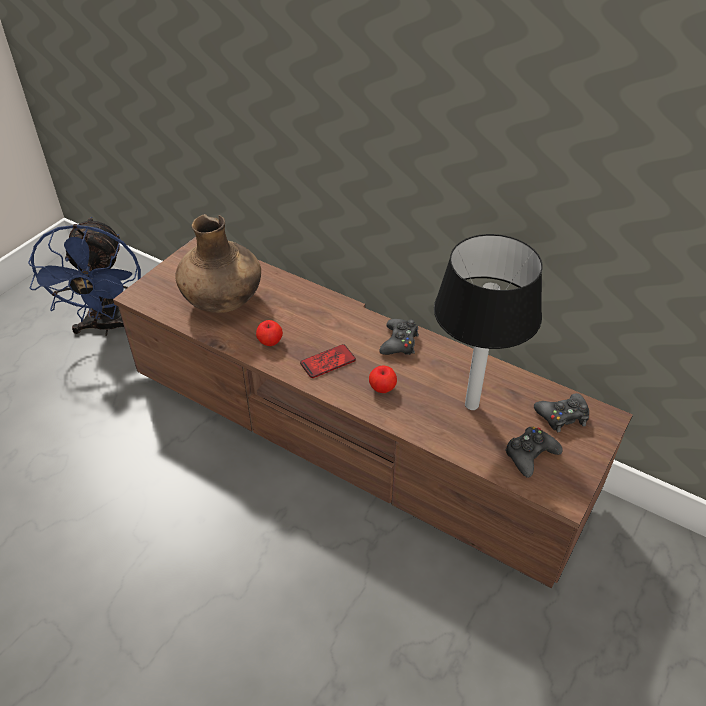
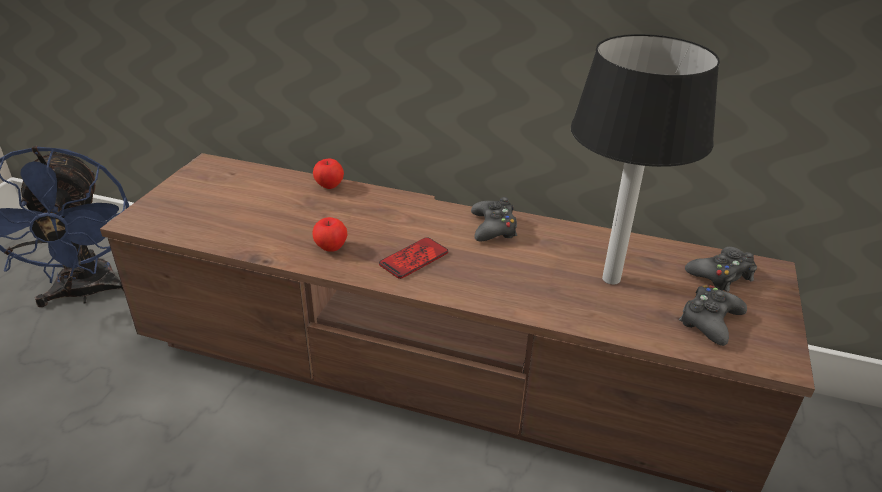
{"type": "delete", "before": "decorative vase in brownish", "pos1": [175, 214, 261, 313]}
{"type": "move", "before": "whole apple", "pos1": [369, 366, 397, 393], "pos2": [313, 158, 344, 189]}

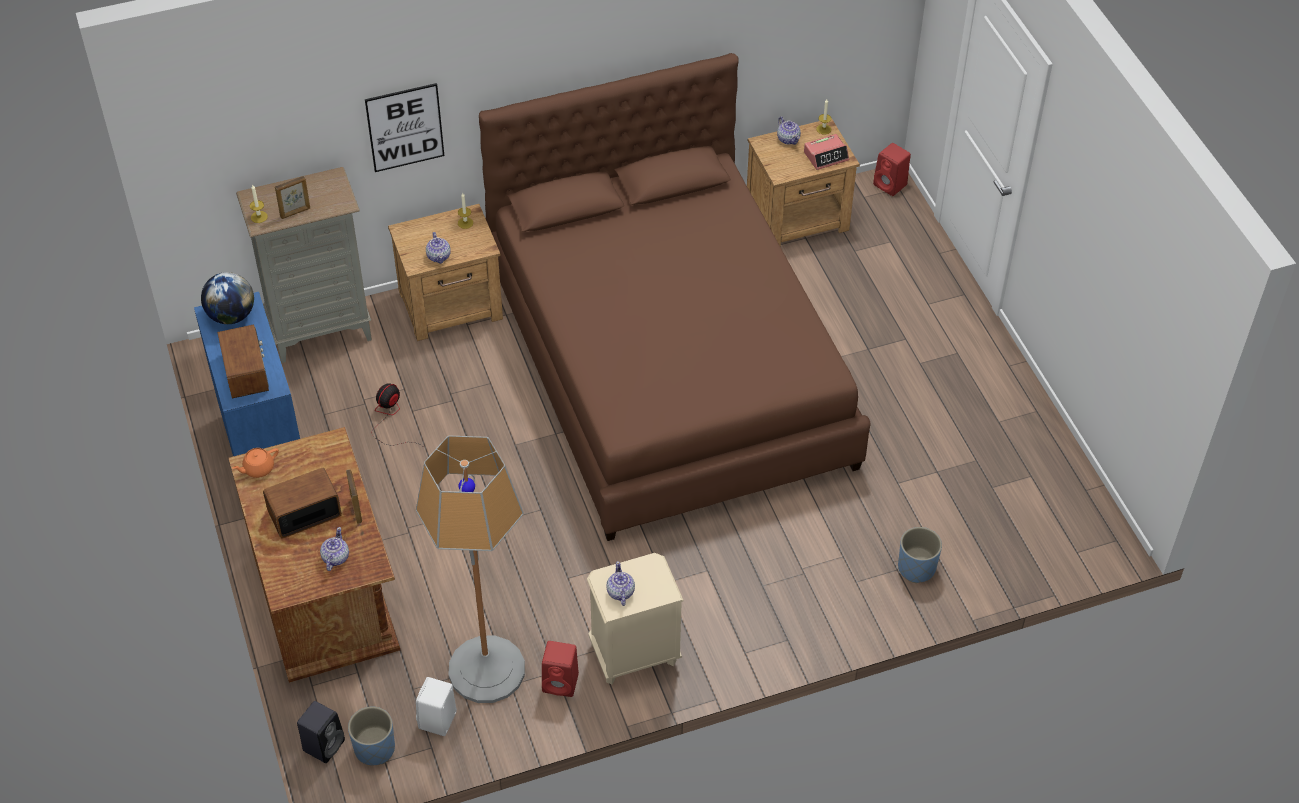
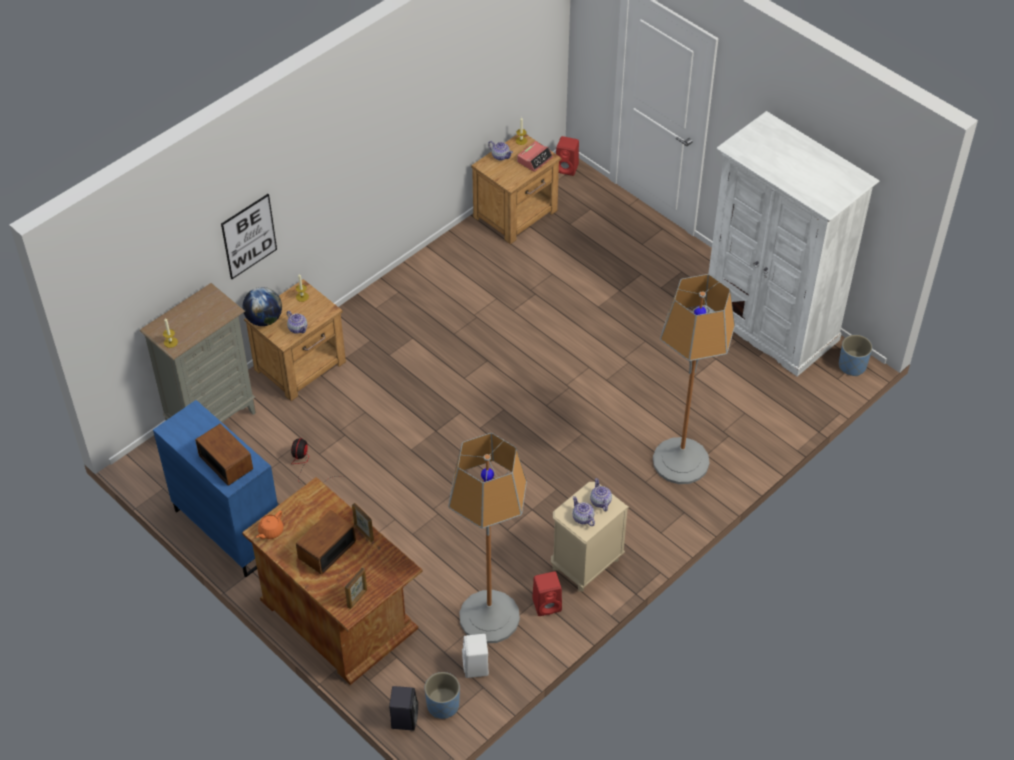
{"type": "delete", "before": "bedroom bed in brownish", "pos1": [479, 53, 870, 541]}
{"type": "move", "before": "photo frame", "pos1": [275, 176, 310, 219], "pos2": [345, 567, 367, 609]}
{"type": "move", "before": "world globe", "pos1": [201, 272, 254, 324], "pos2": [243, 287, 282, 326]}
{"type": "move", "before": "tea pot", "pos1": [320, 527, 349, 571], "pos2": [590, 478, 612, 511]}
{"type": "move", "before": "planter in blue", "pos1": [898, 527, 942, 583], "pos2": [839, 335, 872, 376]}
{"type": "insert", "after": "clothes cupboard in white-coloured", "pos2": [702, 111, 879, 377]}
{"type": "insert", "after": "floor lamp", "pos2": [653, 274, 735, 484]}

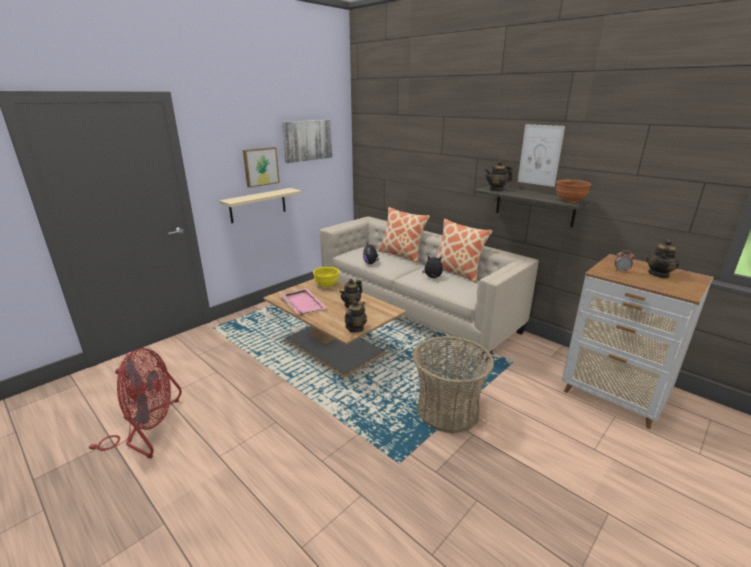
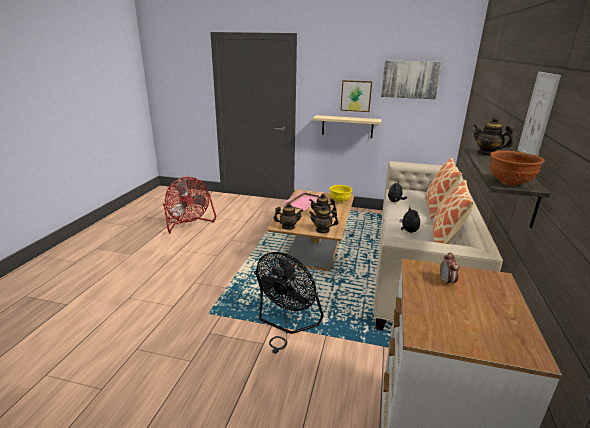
{"type": "move", "before": "tea pot", "pos1": [646, 239, 680, 278], "pos2": [309, 205, 339, 233]}
{"type": "replace", "before": "storage basket", "after": "cooling fan in black-coloured", "pos1": [413, 336, 494, 434], "pos2": [254, 252, 323, 354]}

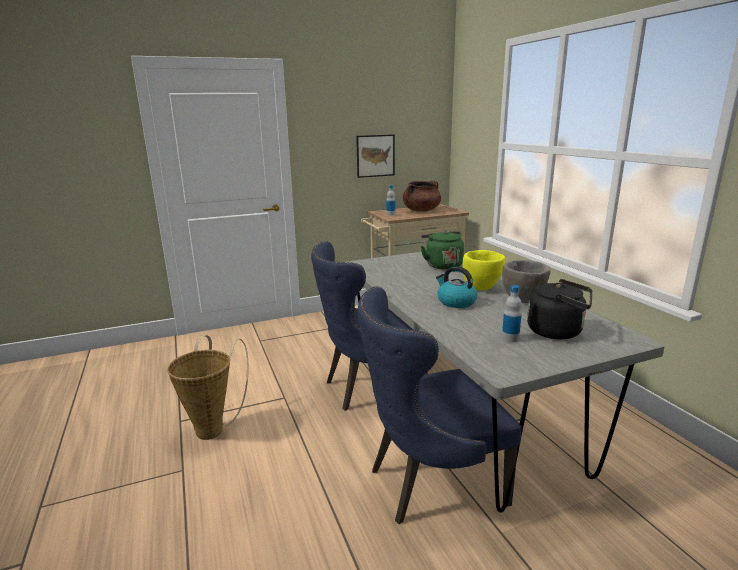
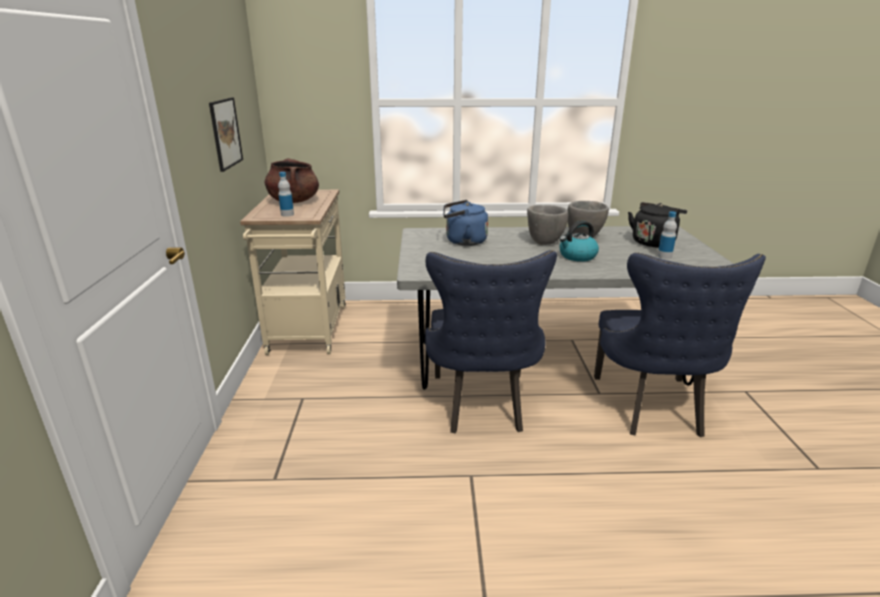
{"type": "recolor", "before": "kettle in green", "after": "kettle in blue", "pos1": [421, 231, 464, 270], "pos2": [443, 200, 488, 246]}
{"type": "recolor", "before": "deep dish in yellow", "after": "deep dish in gray", "pos1": [463, 250, 505, 290], "pos2": [527, 205, 568, 245]}
{"type": "delete", "before": "storage basket", "pos1": [167, 335, 249, 440]}

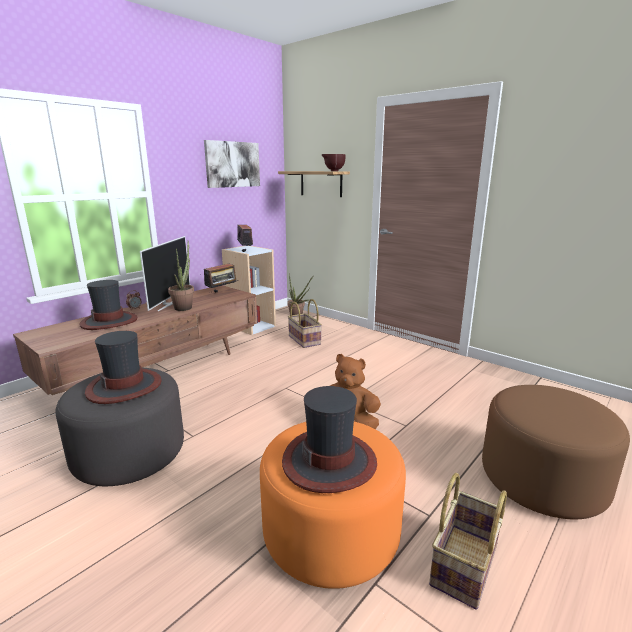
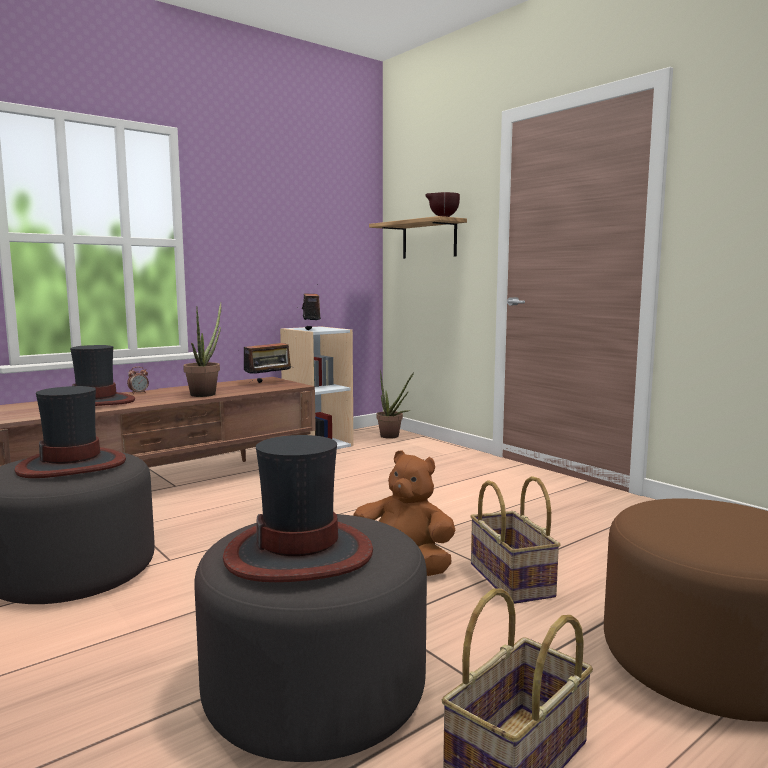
{"type": "delete", "before": "wall art", "pos1": [204, 140, 260, 188]}
{"type": "delete", "before": "TV", "pos1": [140, 236, 190, 311]}
{"type": "move", "before": "storage basket", "pos1": [288, 299, 322, 348], "pos2": [470, 476, 561, 604]}
{"type": "recolor", "before": "ottoman in orange-coloured", "after": "ottoman in gray", "pos1": [260, 421, 406, 589], "pos2": [195, 514, 427, 762]}

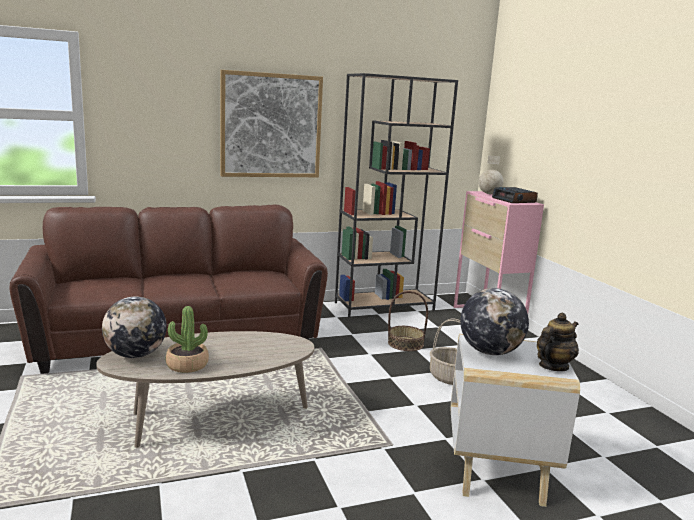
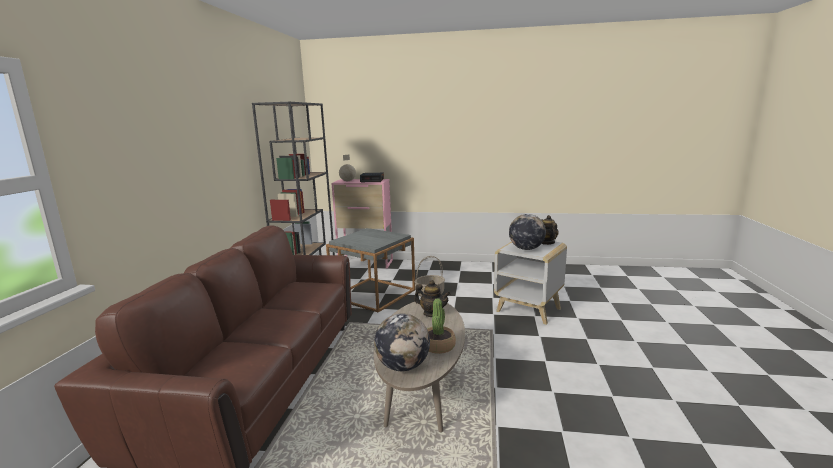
{"type": "delete", "before": "wall art", "pos1": [220, 70, 323, 177]}
{"type": "replace", "before": "storage basket", "after": "end table in gray", "pos1": [388, 291, 428, 351], "pos2": [326, 228, 415, 312]}
{"type": "insert", "after": "tea pot", "pos2": [414, 280, 451, 317]}

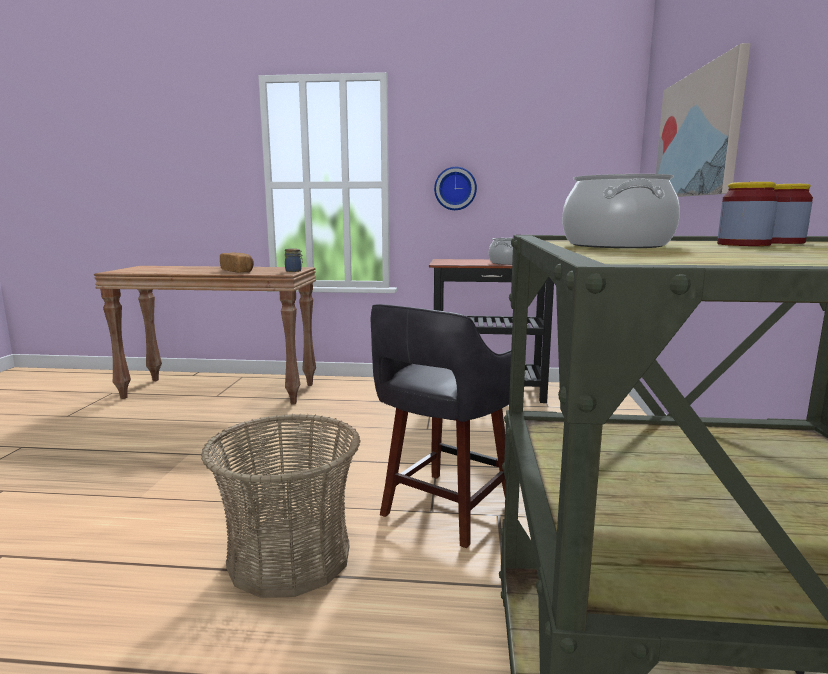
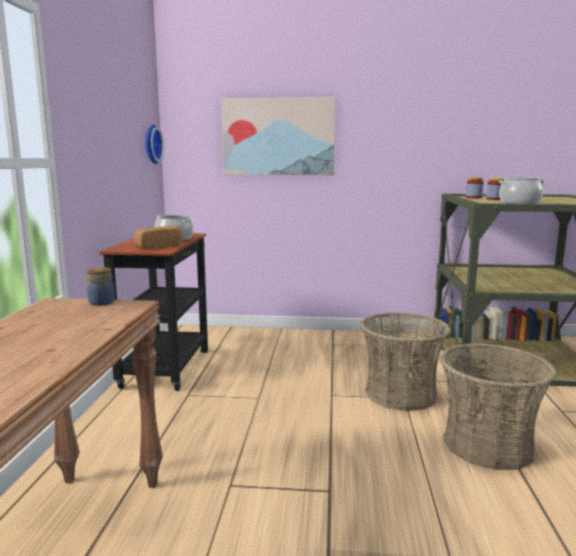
{"type": "move", "before": "clock on the wall", "pos1": [434, 167, 477, 210], "pos2": [145, 125, 164, 164]}
{"type": "move", "before": "baked bread", "pos1": [220, 252, 254, 273], "pos2": [134, 226, 183, 249]}
{"type": "replace", "before": "stool in gray", "after": "storage basket", "pos1": [371, 304, 511, 548], "pos2": [360, 312, 451, 411]}

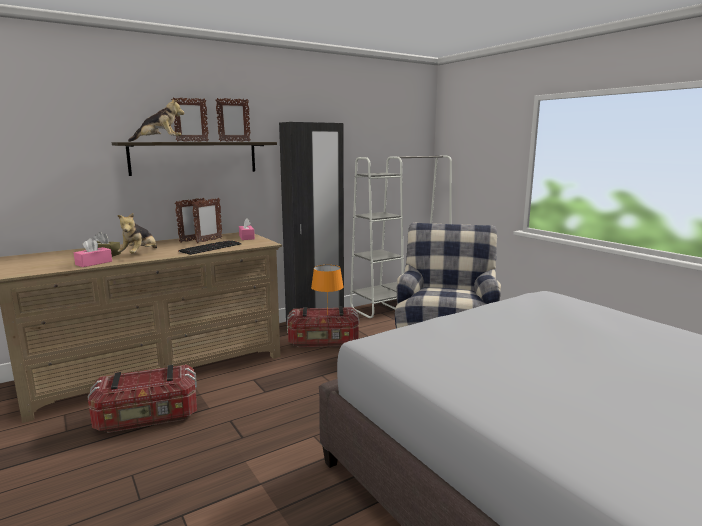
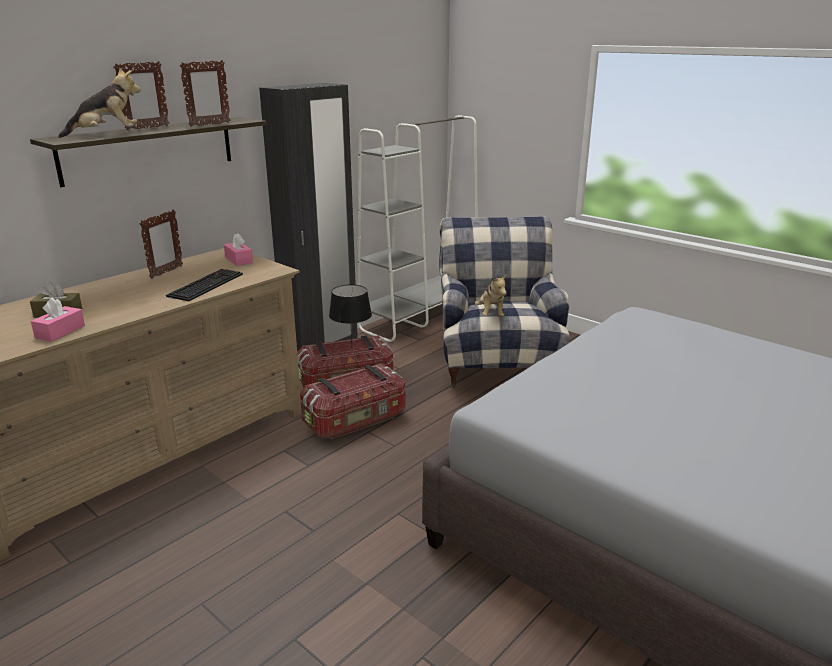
{"type": "delete", "before": "photo frame", "pos1": [192, 198, 223, 243]}
{"type": "move", "before": "soft toy", "pos1": [118, 213, 157, 254], "pos2": [475, 275, 507, 317]}
{"type": "recolor", "before": "tabletop lamp in orange-coloured", "after": "tabletop lamp in black-coloured", "pos1": [311, 265, 344, 312], "pos2": [329, 285, 372, 345]}
{"type": "move", "before": "storage container", "pos1": [88, 365, 197, 433], "pos2": [300, 364, 405, 439]}

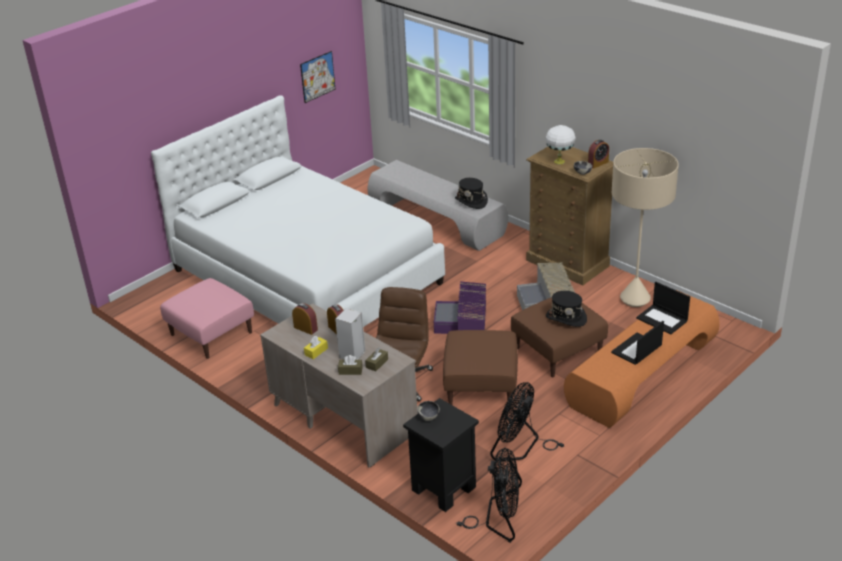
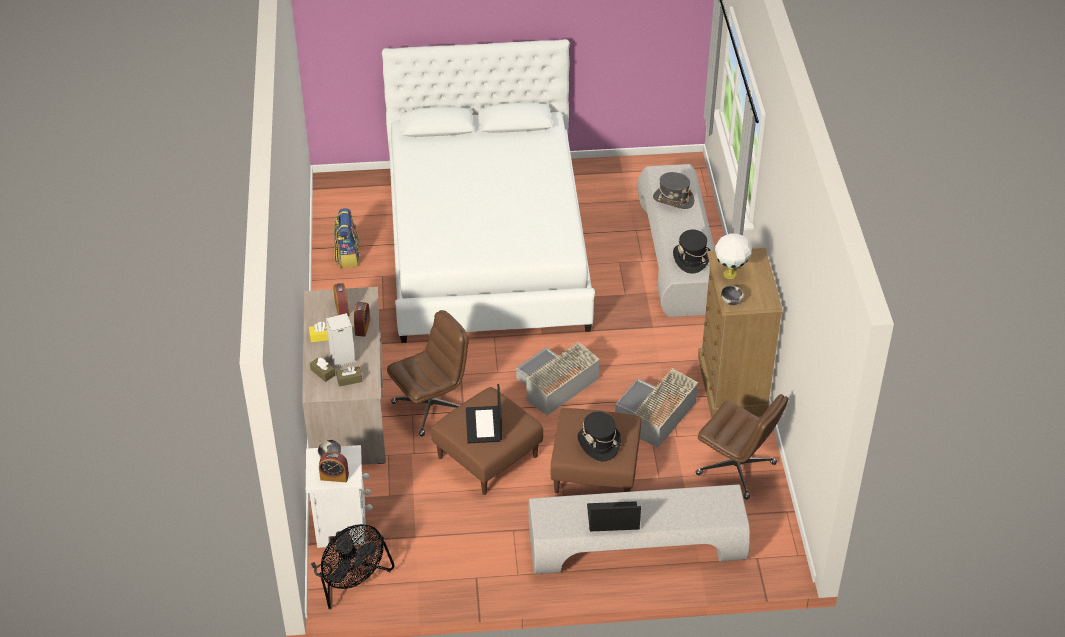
{"type": "delete", "before": "wall art", "pos1": [300, 51, 336, 103]}
{"type": "move", "before": "bedside clock", "pos1": [588, 140, 609, 168], "pos2": [319, 451, 349, 482]}
{"type": "replace", "before": "floor lamp in sand-coloured", "after": "computer chair in brownish", "pos1": [612, 148, 679, 307], "pos2": [696, 394, 788, 499]}
{"type": "replace", "before": "ottoman in pink-coloured", "after": "backpack", "pos1": [160, 278, 254, 359], "pos2": [334, 208, 359, 268]}
{"type": "recolor", "before": "storage container in purplish", "after": "storage container in gray", "pos1": [434, 281, 486, 334], "pos2": [516, 341, 600, 416]}
{"type": "move", "before": "laptop", "pos1": [636, 282, 690, 334], "pos2": [466, 384, 502, 443]}
{"type": "recolor", "before": "bench in orange-coloured", "after": "bench in gray", "pos1": [564, 290, 720, 428], "pos2": [528, 484, 750, 574]}
{"type": "delete", "before": "cooling fan in black-coloured", "pos1": [490, 382, 564, 462]}
{"type": "recolor", "before": "bedside table in black-coloured", "after": "bedside table in white-coloured", "pos1": [403, 398, 479, 512], "pos2": [306, 445, 372, 548]}
{"type": "insert", "after": "hat in gray", "pos2": [653, 172, 694, 209]}

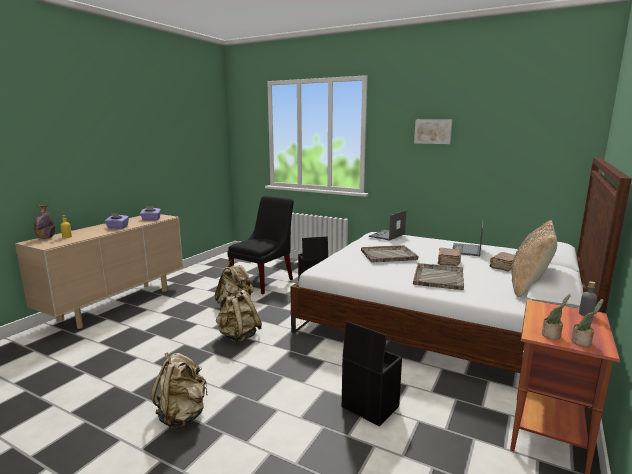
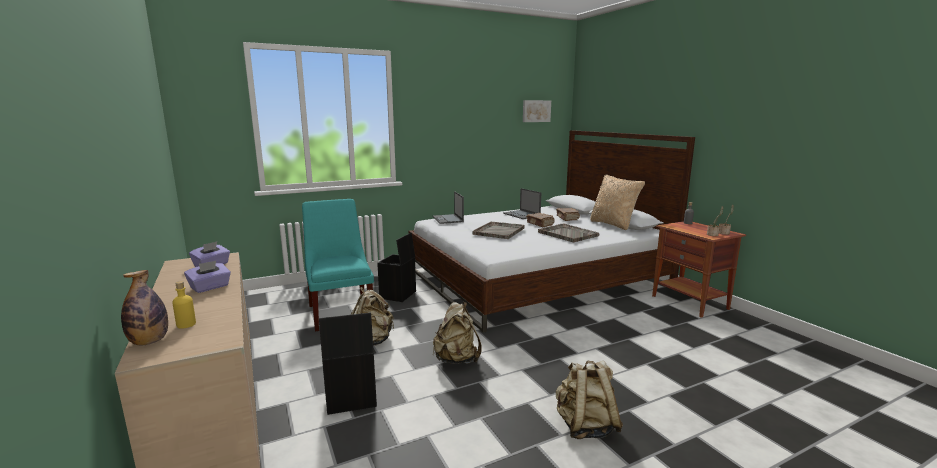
{"type": "move", "before": "wall art", "pos1": [414, 119, 452, 144], "pos2": [523, 100, 551, 122]}
{"type": "recolor", "before": "chair in black-coloured", "after": "chair in turquoise-coloured", "pos1": [227, 196, 294, 294], "pos2": [302, 199, 374, 331]}
{"type": "move", "before": "storage container in black-coloured", "pos1": [342, 321, 402, 426], "pos2": [319, 312, 377, 415]}

